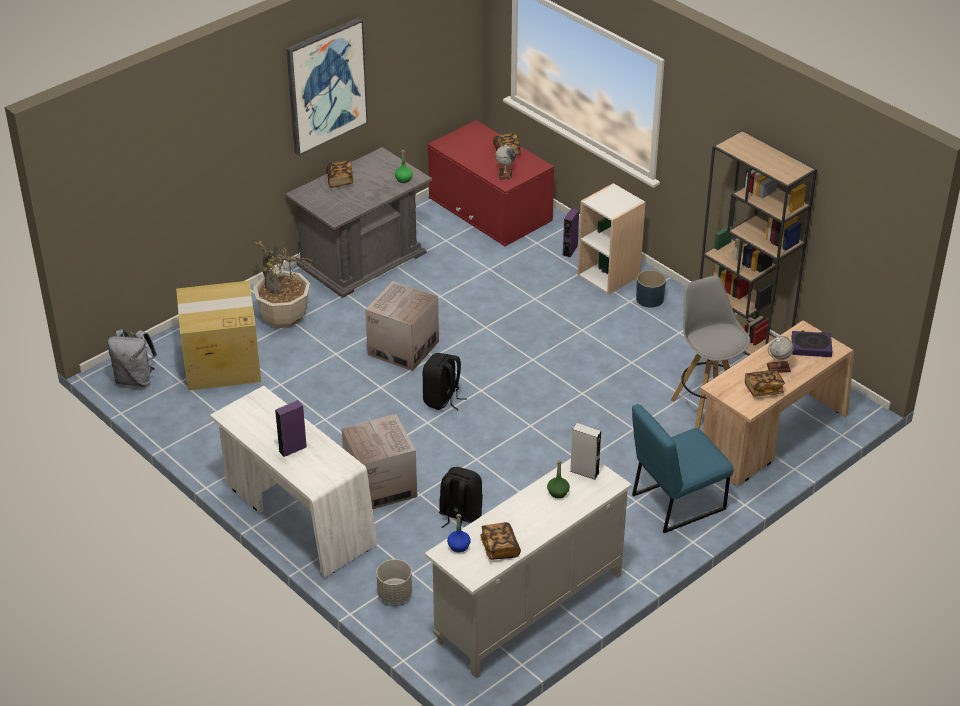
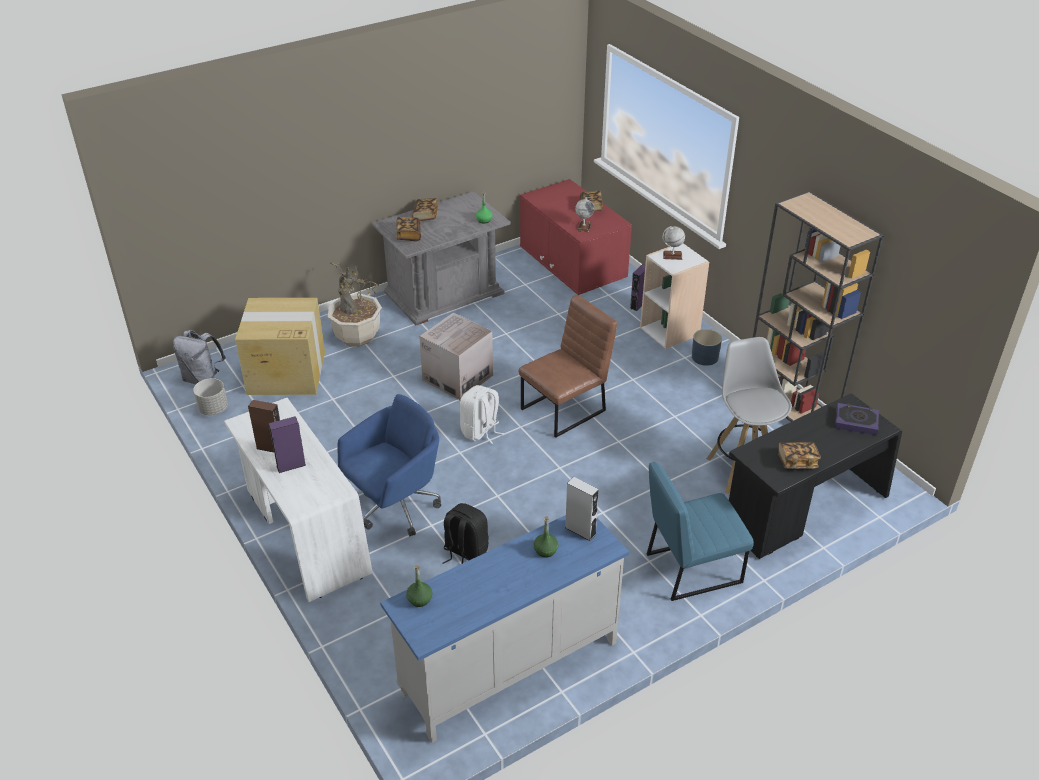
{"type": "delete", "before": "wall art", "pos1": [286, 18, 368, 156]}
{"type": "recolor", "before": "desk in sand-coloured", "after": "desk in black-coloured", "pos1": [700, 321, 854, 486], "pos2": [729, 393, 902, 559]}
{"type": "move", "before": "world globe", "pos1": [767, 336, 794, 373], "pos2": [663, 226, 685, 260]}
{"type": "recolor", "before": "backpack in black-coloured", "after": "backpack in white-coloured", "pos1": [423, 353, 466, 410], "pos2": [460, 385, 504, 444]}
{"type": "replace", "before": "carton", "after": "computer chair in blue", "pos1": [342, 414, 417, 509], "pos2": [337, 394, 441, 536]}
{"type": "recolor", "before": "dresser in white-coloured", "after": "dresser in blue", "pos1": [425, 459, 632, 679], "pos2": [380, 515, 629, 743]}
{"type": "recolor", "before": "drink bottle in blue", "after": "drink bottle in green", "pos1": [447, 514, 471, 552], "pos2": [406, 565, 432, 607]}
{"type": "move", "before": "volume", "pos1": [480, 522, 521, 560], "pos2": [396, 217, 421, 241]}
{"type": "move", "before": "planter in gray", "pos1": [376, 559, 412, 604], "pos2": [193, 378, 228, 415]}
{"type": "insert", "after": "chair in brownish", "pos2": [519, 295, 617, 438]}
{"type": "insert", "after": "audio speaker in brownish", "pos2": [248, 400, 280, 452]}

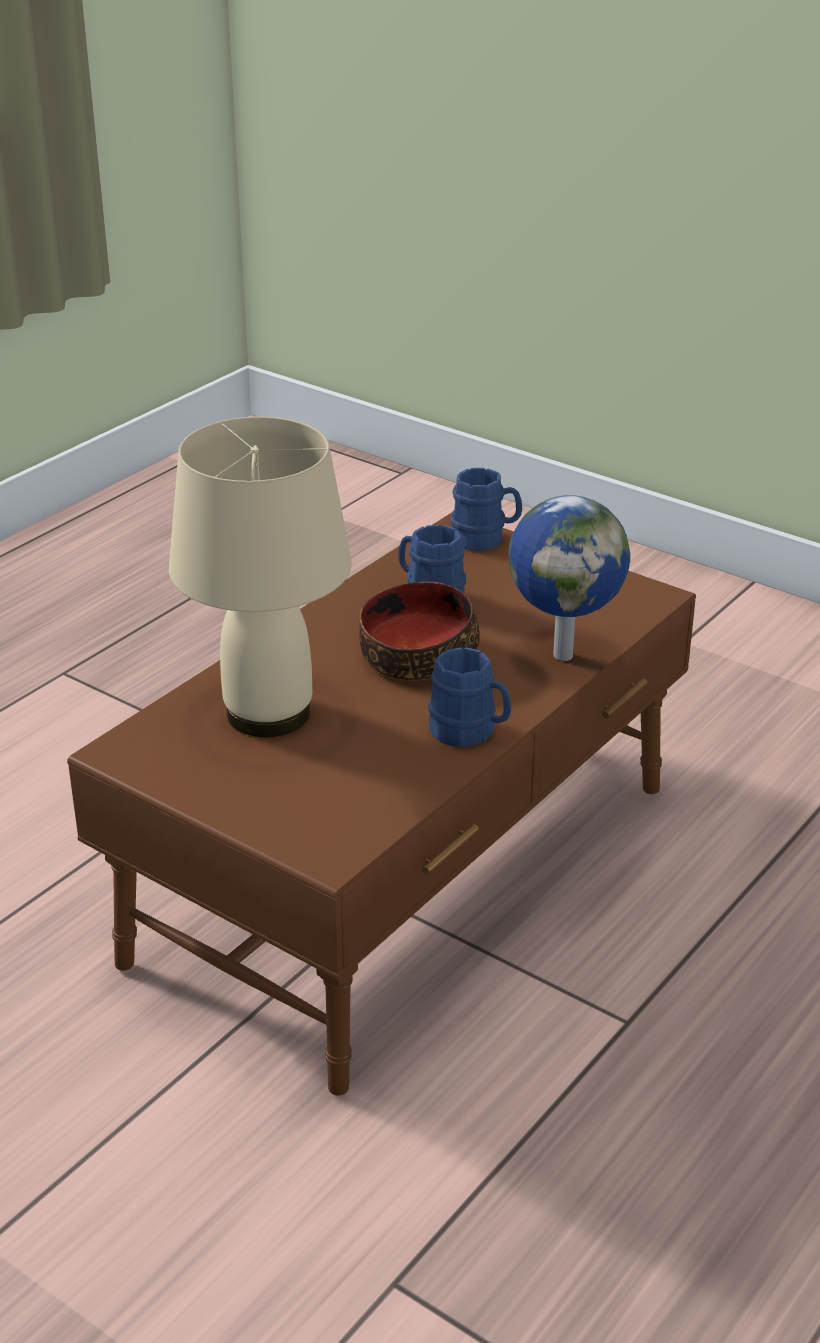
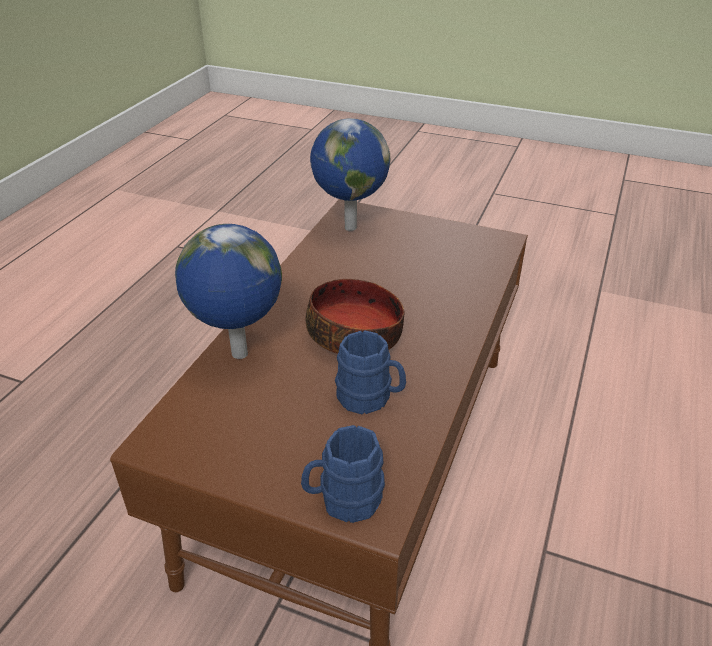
{"type": "delete", "before": "tabletop lamp in sand-coloured", "pos1": [169, 417, 352, 737]}
{"type": "delete", "before": "mug in blue", "pos1": [428, 647, 511, 748]}
{"type": "insert", "after": "world globe", "pos2": [310, 118, 390, 231]}

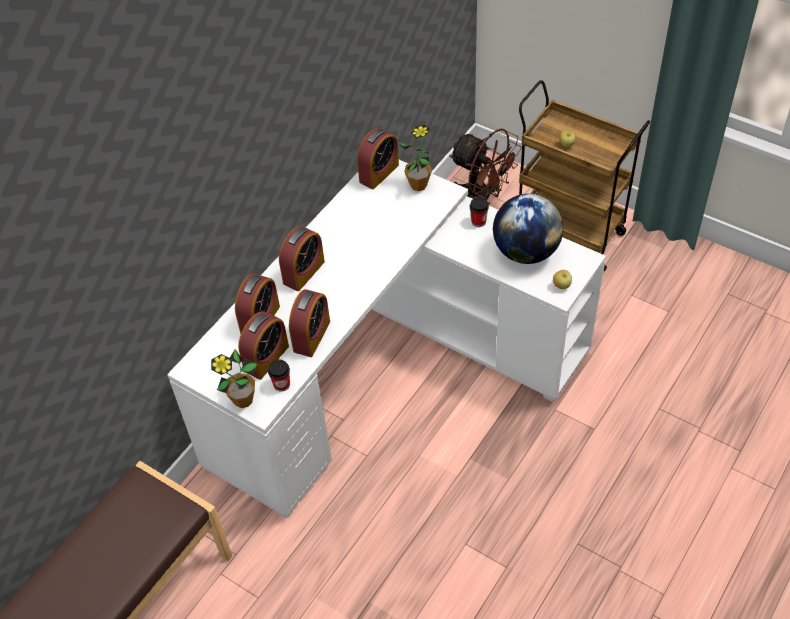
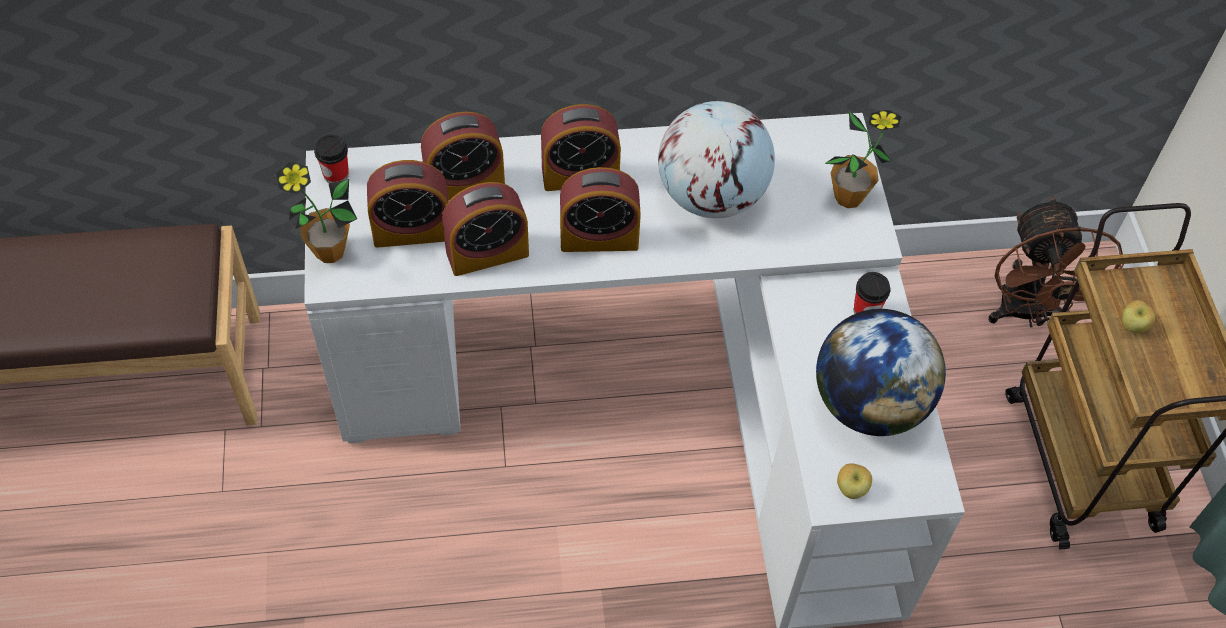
{"type": "move", "before": "bedside clock", "pos1": [357, 128, 399, 189], "pos2": [560, 167, 641, 252]}
{"type": "move", "before": "drinking cup", "pos1": [268, 359, 290, 392], "pos2": [314, 134, 349, 184]}
{"type": "insert", "after": "world globe", "pos2": [658, 101, 775, 218]}

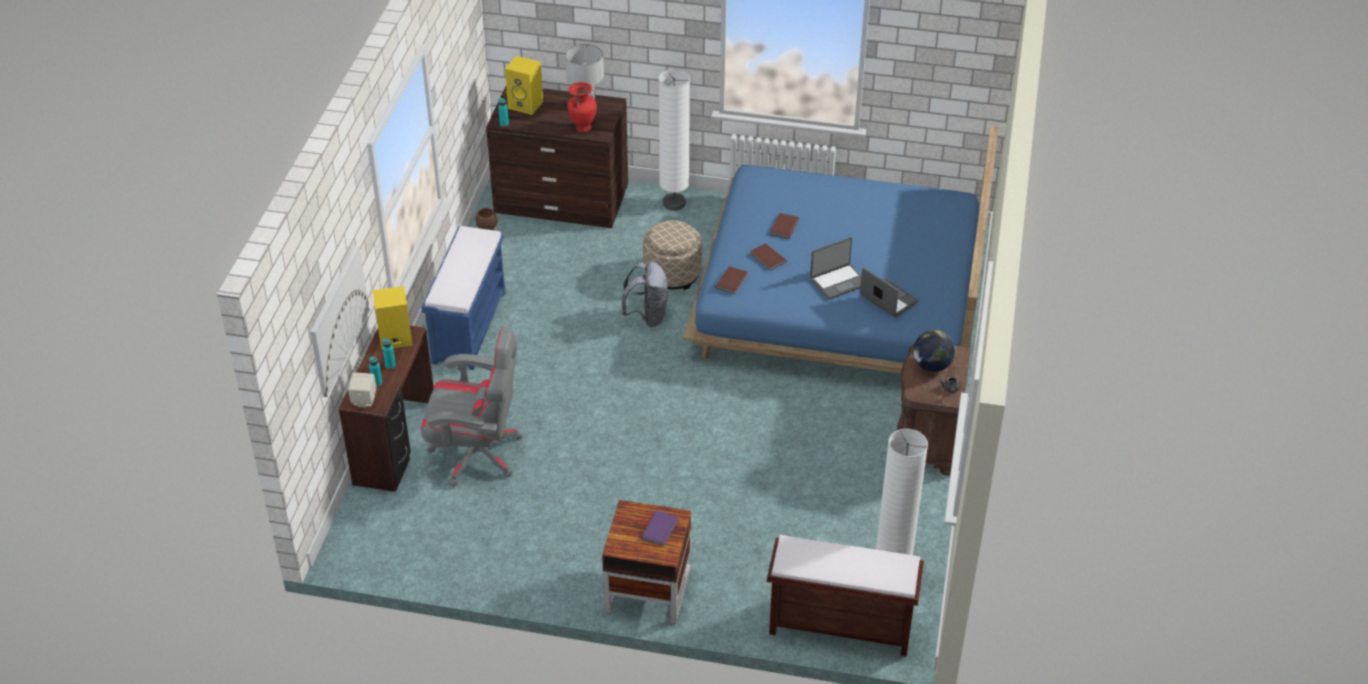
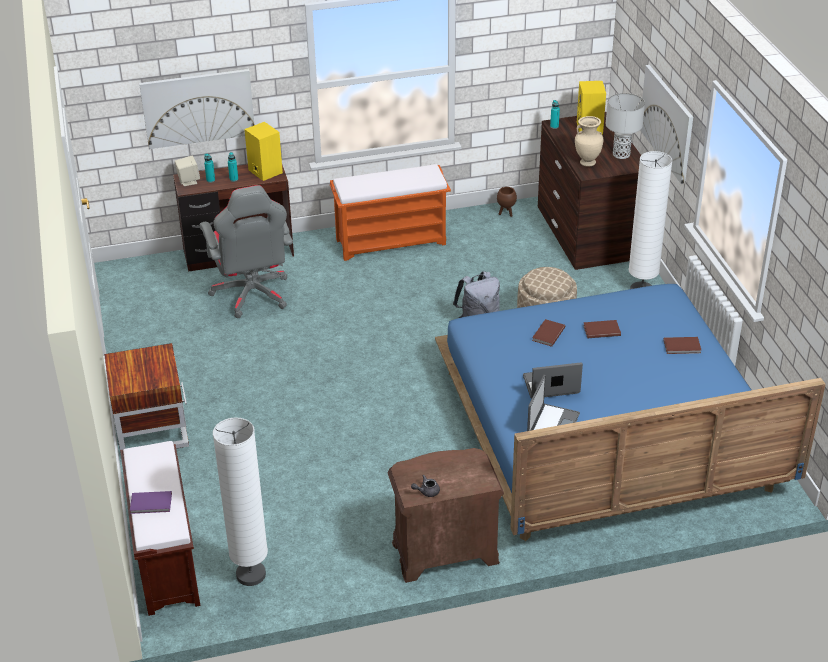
{"type": "recolor", "before": "decorative vase in red-coloured", "after": "decorative vase in sand-coloured", "pos1": [568, 82, 597, 132], "pos2": [575, 116, 603, 167]}
{"type": "recolor", "before": "bench in blue", "after": "bench in orange-coloured", "pos1": [421, 226, 505, 370], "pos2": [330, 164, 451, 261]}
{"type": "rotate", "before": "laptop", "pos1": [810, 237, 861, 300], "pos2": [523, 362, 583, 399], "turn": 135}
{"type": "move", "before": "volume in brownish", "pos1": [715, 266, 748, 294], "pos2": [664, 337, 701, 354]}
{"type": "delete", "before": "world globe", "pos1": [913, 330, 955, 372]}
{"type": "move", "before": "volume in purplish", "pos1": [641, 510, 678, 546], "pos2": [130, 491, 172, 514]}
{"type": "insert", "after": "wall art", "pos2": [640, 65, 693, 184]}

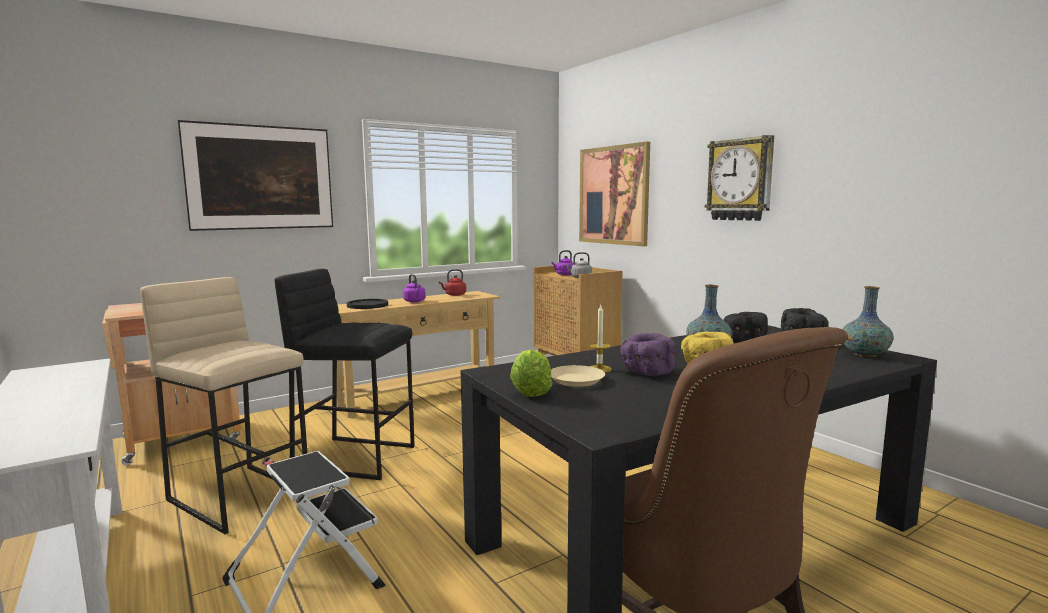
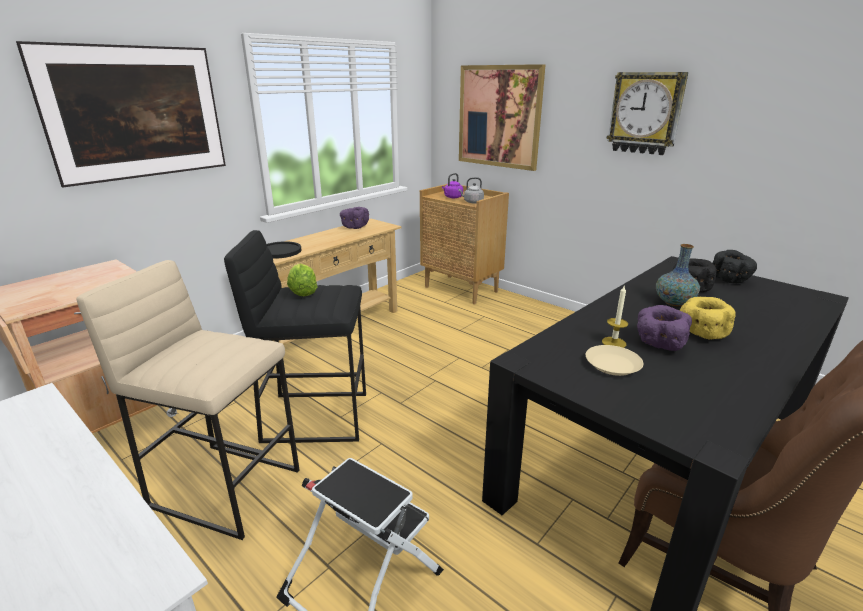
{"type": "replace", "before": "kettle in red-coloured", "after": "deep dish in purplish", "pos1": [439, 269, 466, 296], "pos2": [340, 207, 369, 229]}
{"type": "delete", "before": "kettle in purplish", "pos1": [403, 274, 426, 302]}
{"type": "delete", "before": "decorative vase", "pos1": [843, 286, 893, 357]}
{"type": "move", "before": "head of lettuce", "pos1": [510, 349, 552, 397], "pos2": [287, 263, 317, 296]}

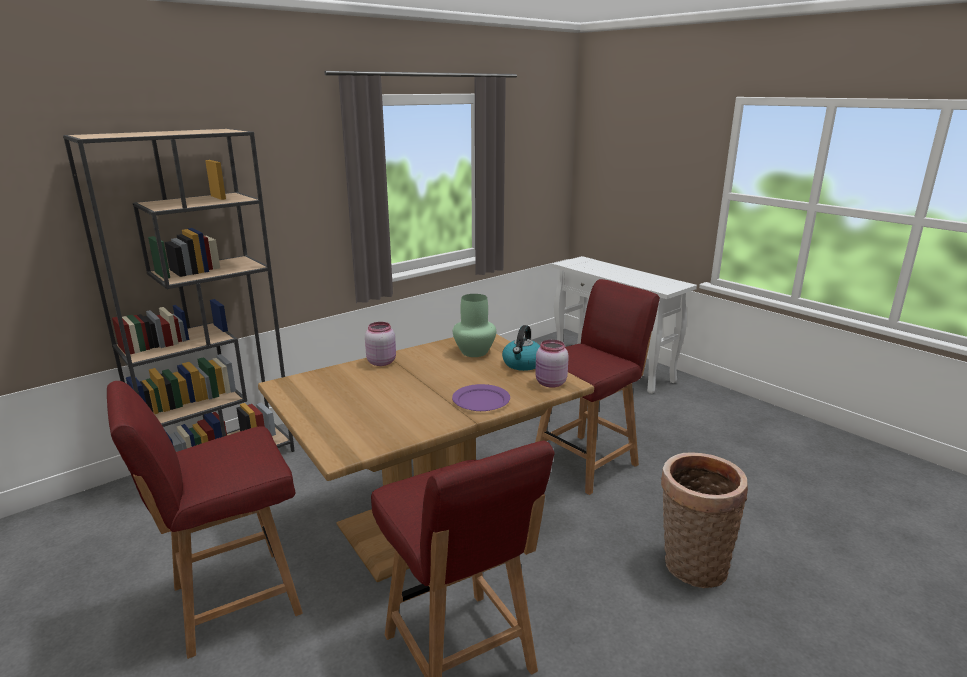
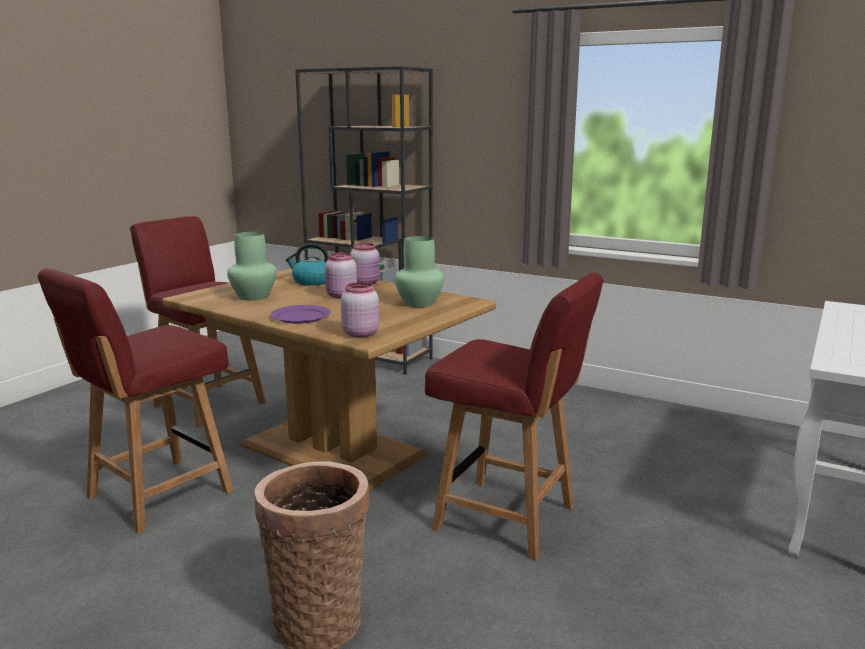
{"type": "move", "before": "kettle", "pos1": [502, 325, 540, 371], "pos2": [285, 243, 329, 286]}
{"type": "insert", "after": "decorative vase in green", "pos2": [227, 232, 277, 301]}
{"type": "insert", "after": "storage jar in pink-coloured", "pos2": [325, 253, 357, 299]}

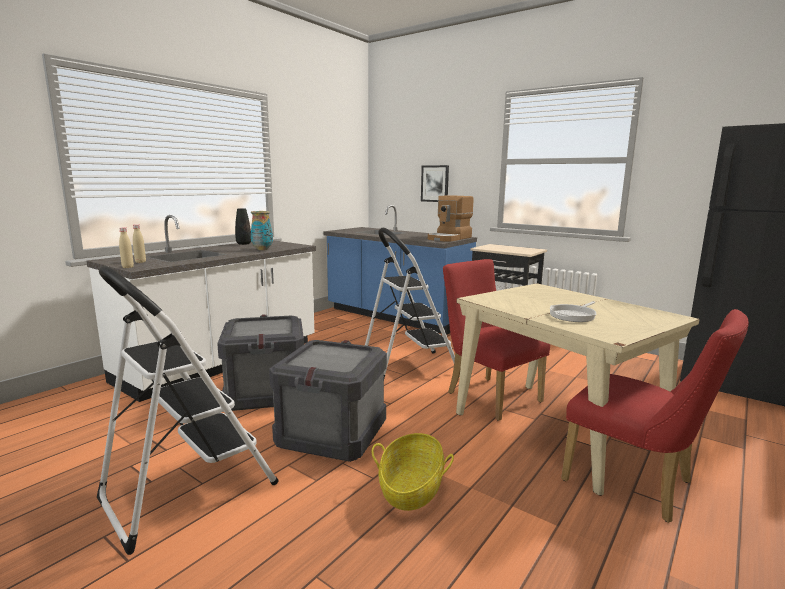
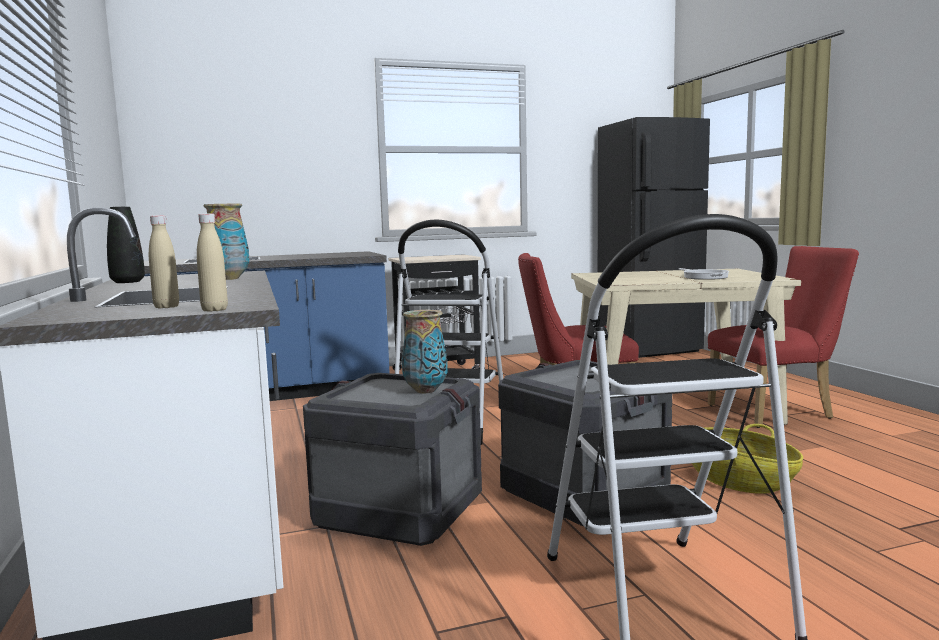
{"type": "delete", "before": "wall art", "pos1": [421, 165, 449, 202]}
{"type": "delete", "before": "coffee maker", "pos1": [428, 195, 473, 242]}
{"type": "insert", "after": "decorative vase", "pos2": [402, 310, 447, 393]}

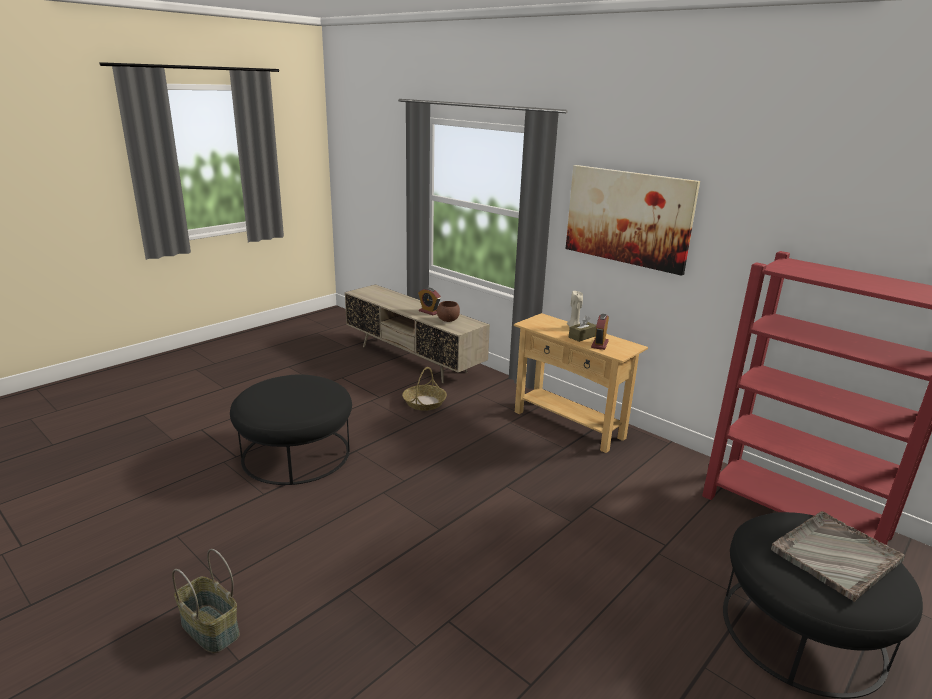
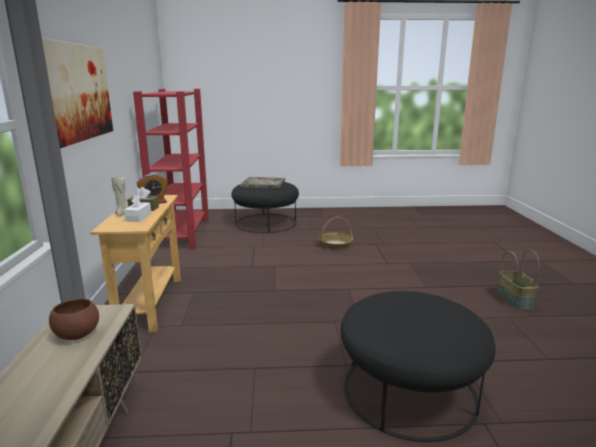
{"type": "delete", "before": "bedside clock", "pos1": [418, 288, 441, 315]}
{"type": "move", "before": "storage basket", "pos1": [402, 367, 447, 411], "pos2": [319, 217, 353, 249]}
{"type": "insert", "after": "tissue box in white-coloured", "pos2": [124, 195, 152, 222]}

